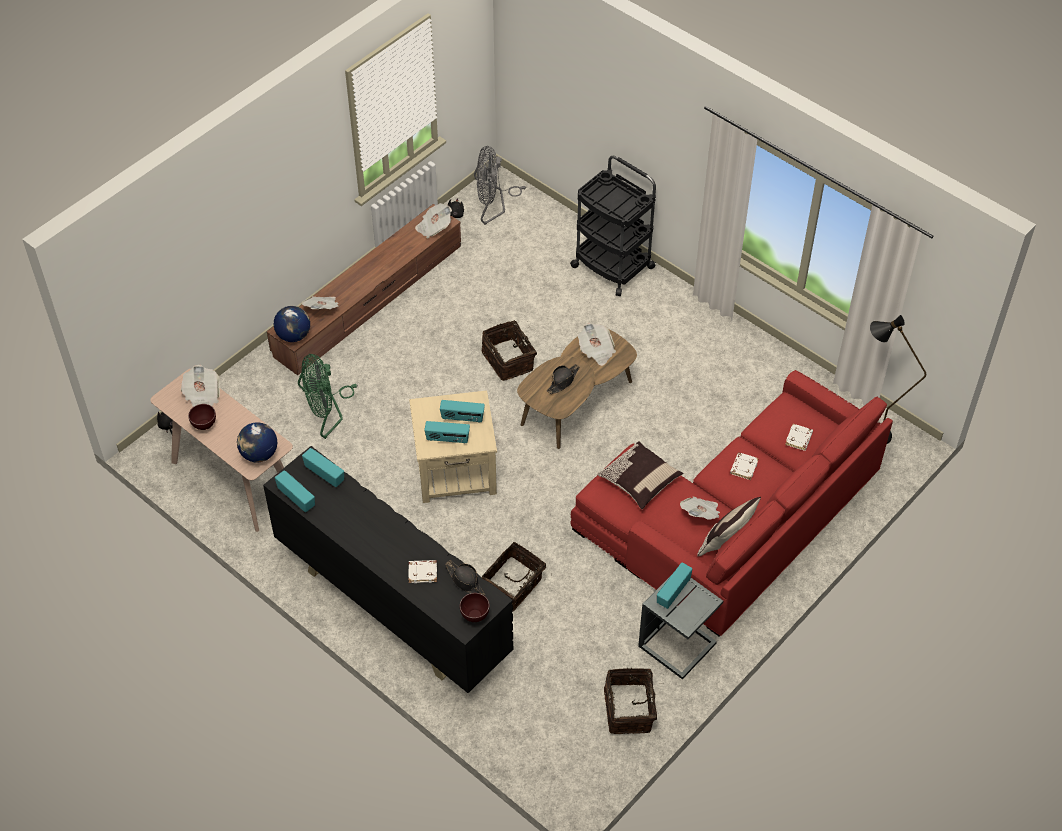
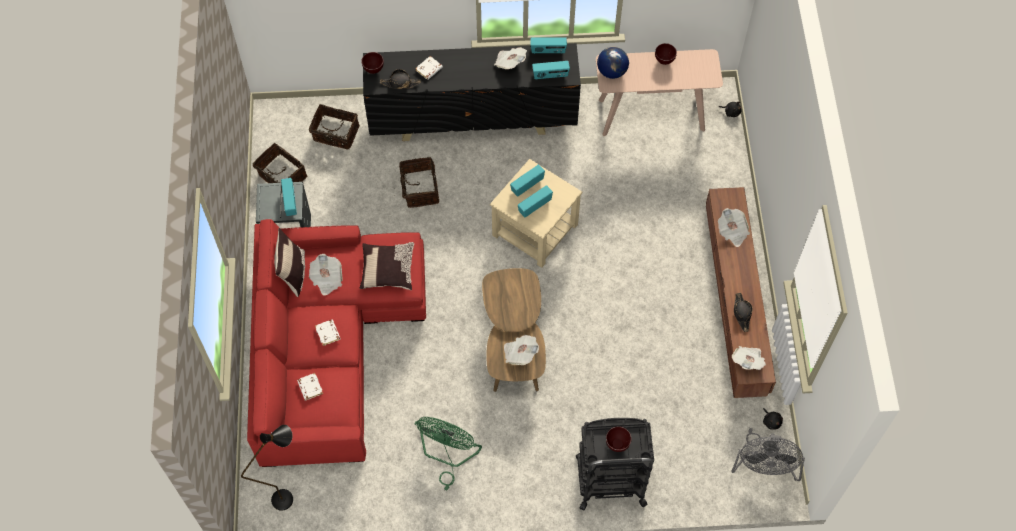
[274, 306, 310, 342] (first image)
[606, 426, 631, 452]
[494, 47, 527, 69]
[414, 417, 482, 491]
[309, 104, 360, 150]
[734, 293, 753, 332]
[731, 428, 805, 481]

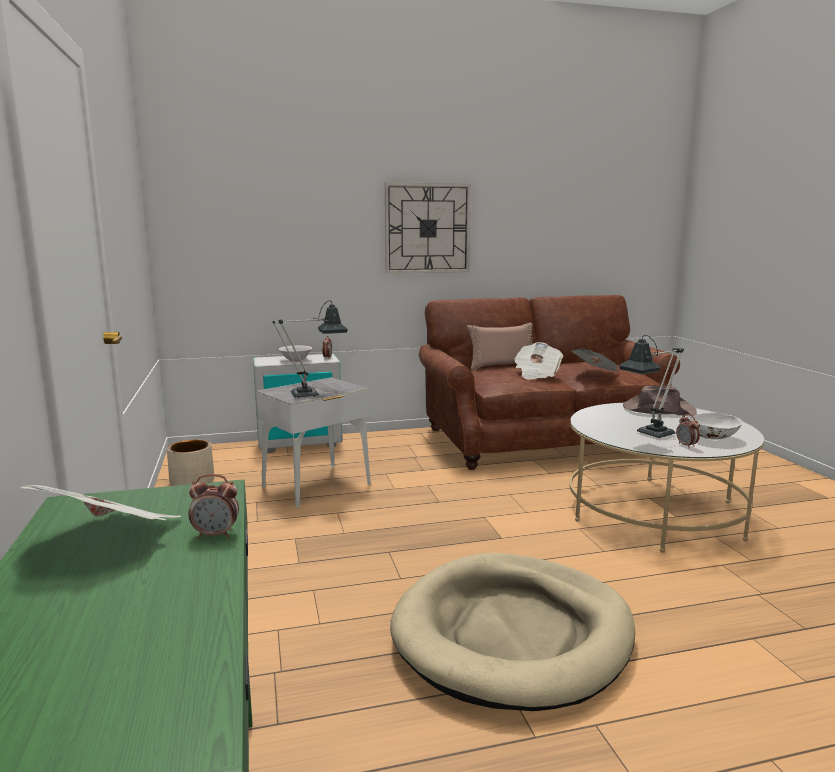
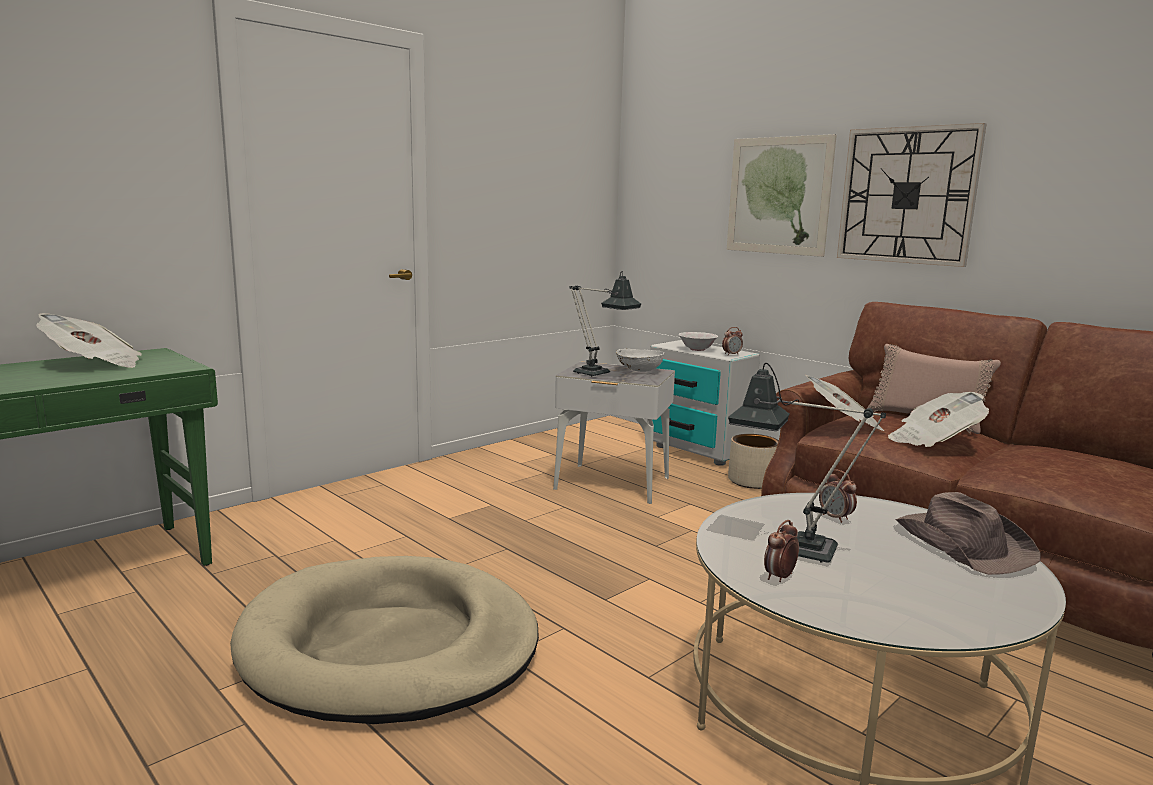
[727, 134, 837, 257]
[728, 434, 779, 489]
[819, 469, 857, 523]
[805, 375, 884, 431]
[616, 349, 664, 372]

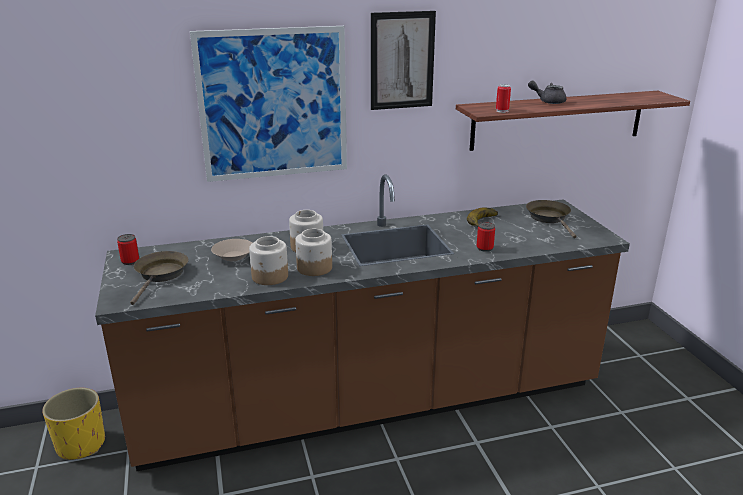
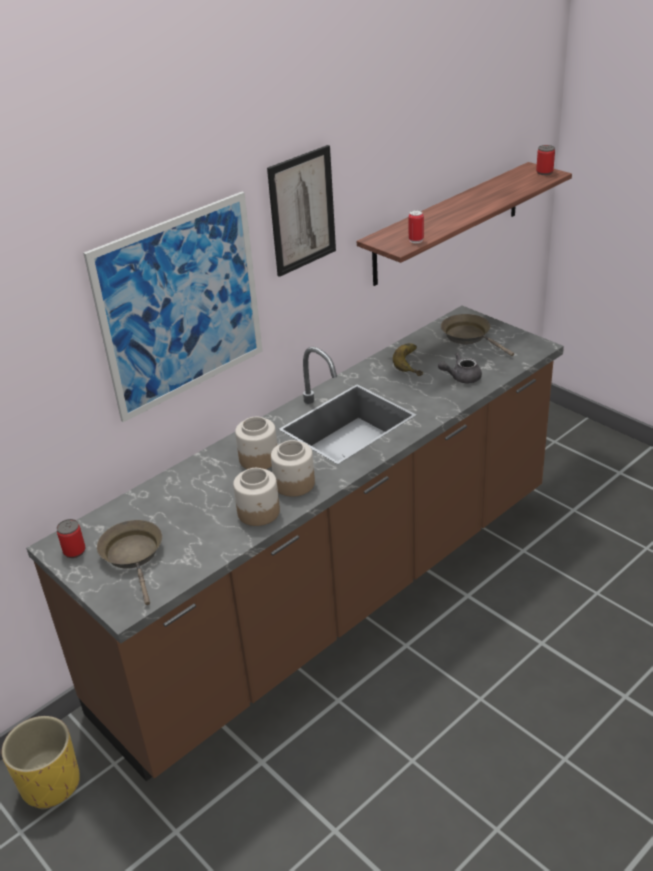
[211, 239, 252, 261] (first image)
[536, 145, 555, 175]
[438, 353, 482, 383]

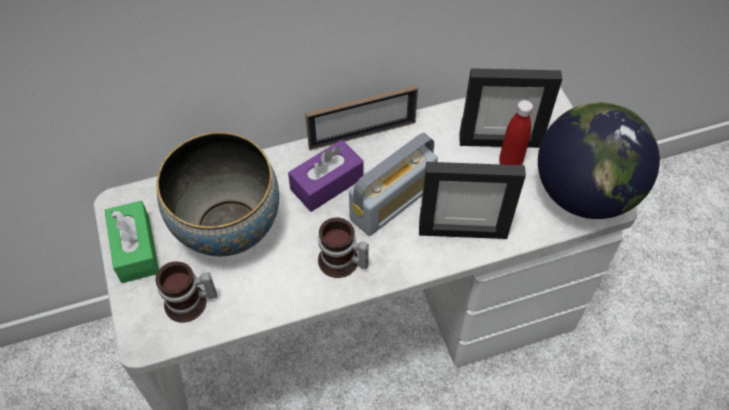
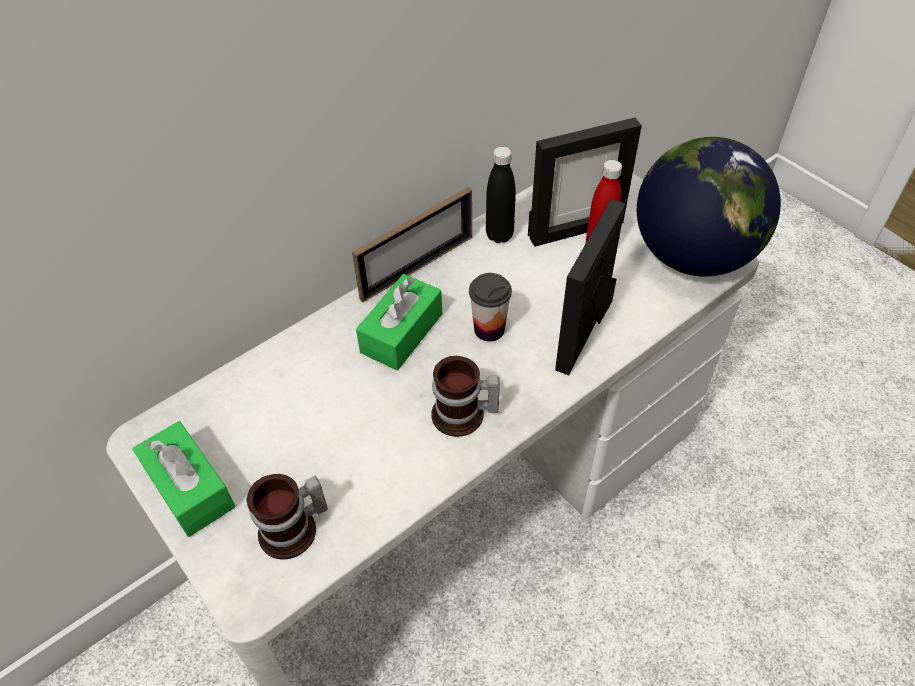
[156, 132, 279, 256] (first image)
[486, 147, 516, 243]
[469, 273, 512, 342]
[356, 274, 442, 370]
[555, 199, 626, 375]

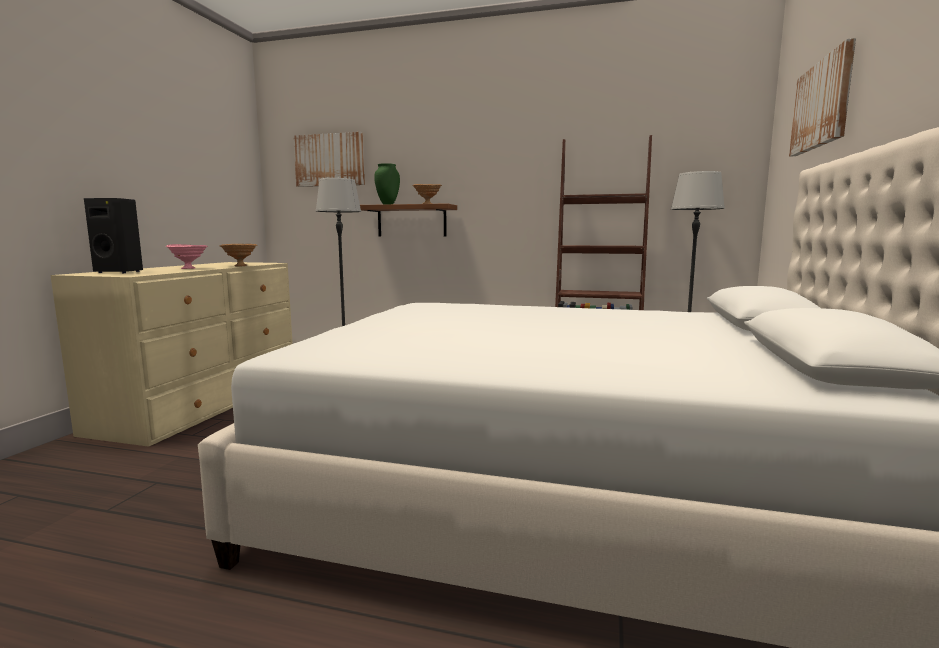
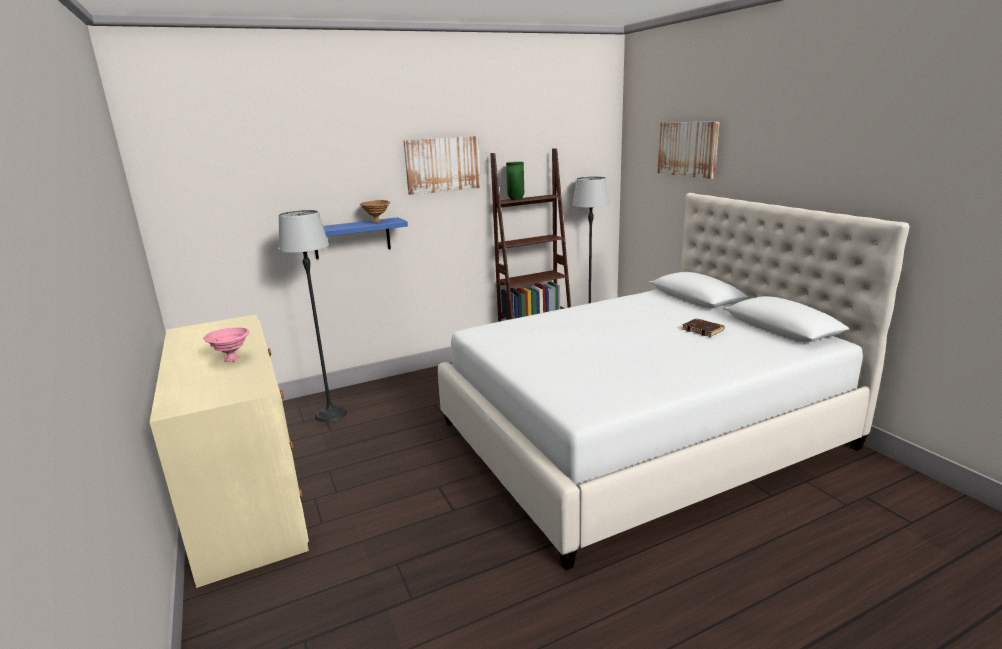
[84, 198, 143, 273] (first image)
[220, 244, 257, 266] (first image)
[682, 318, 725, 337]
[403, 136, 481, 195]
[506, 162, 524, 200]
[315, 217, 408, 259]

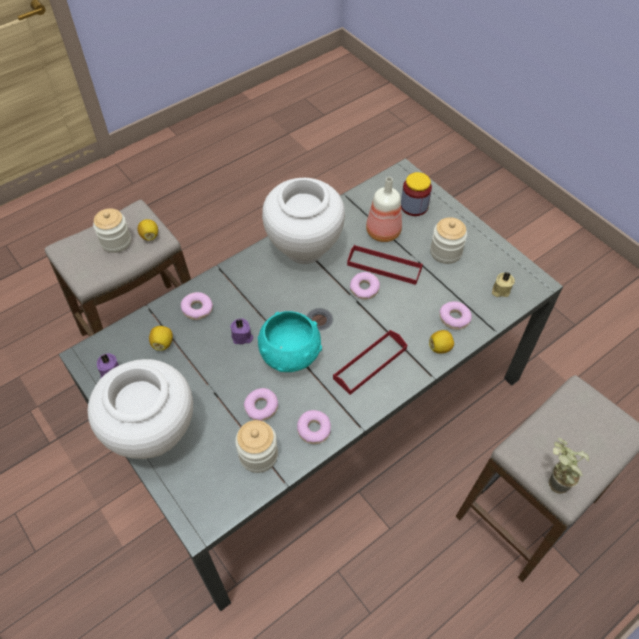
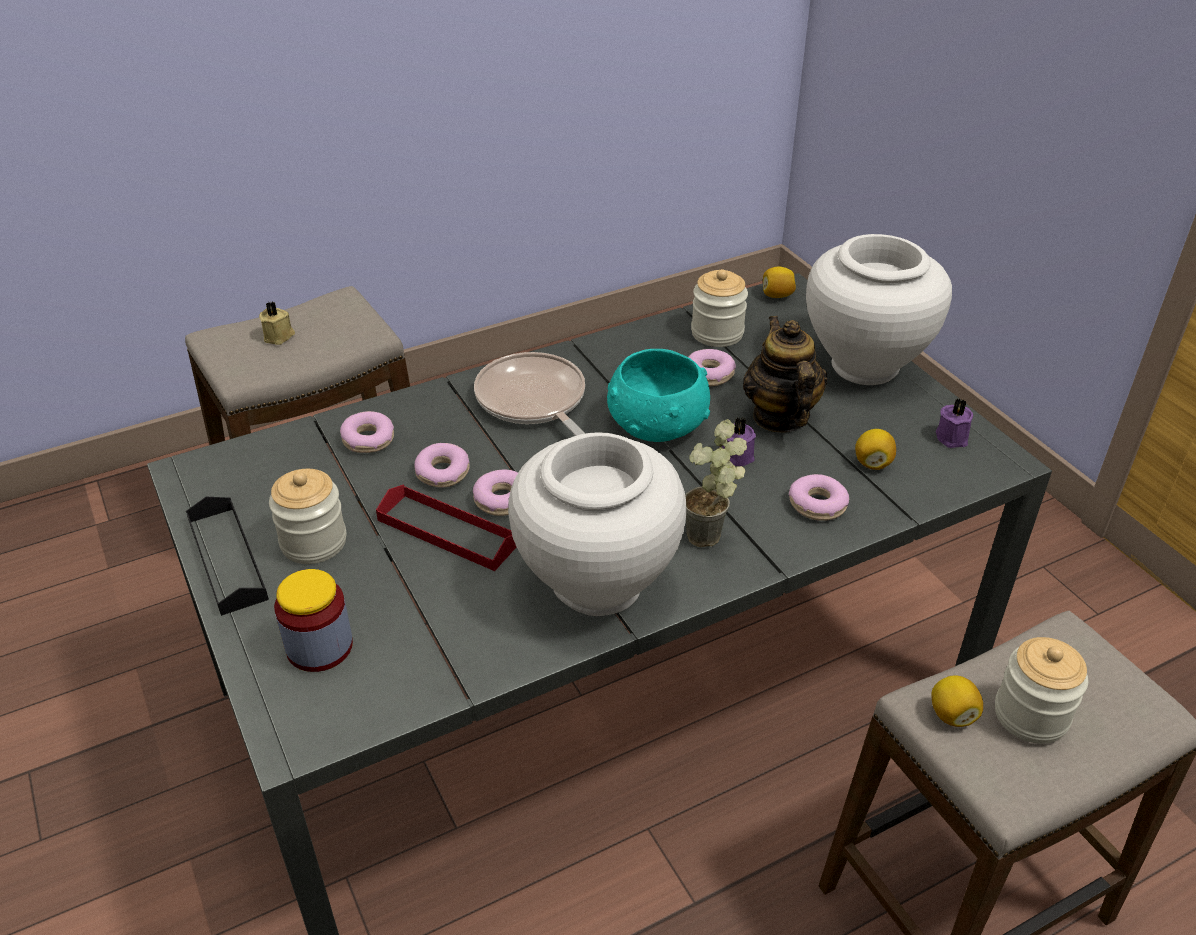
[366, 177, 402, 242] (first image)
[186, 497, 269, 616]
[743, 316, 827, 432]
[415, 443, 470, 488]
[763, 266, 796, 298]
[259, 302, 295, 345]
[685, 419, 747, 547]
[474, 352, 585, 436]

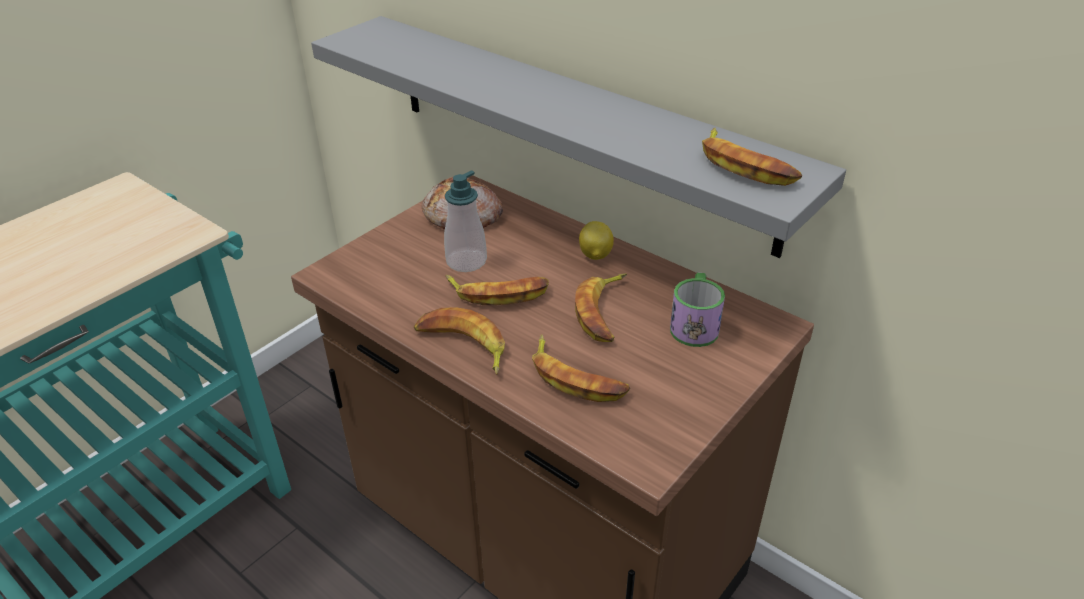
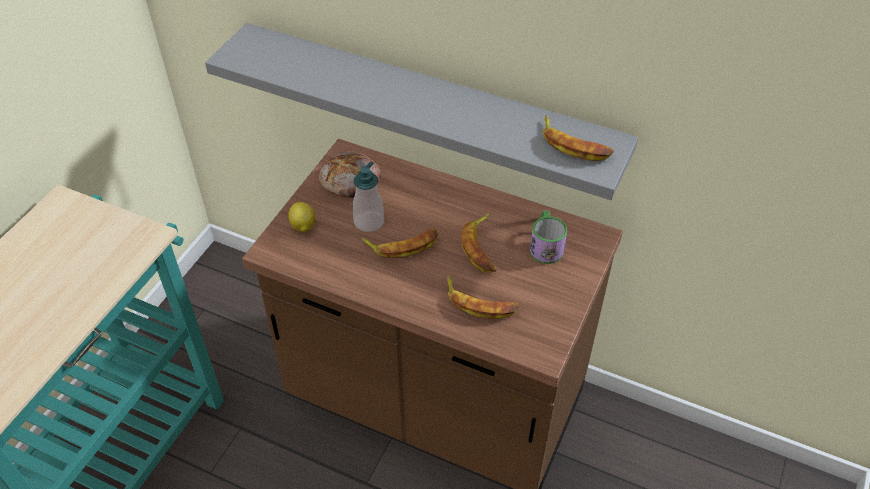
[414, 307, 505, 375] (first image)
[288, 202, 315, 232]

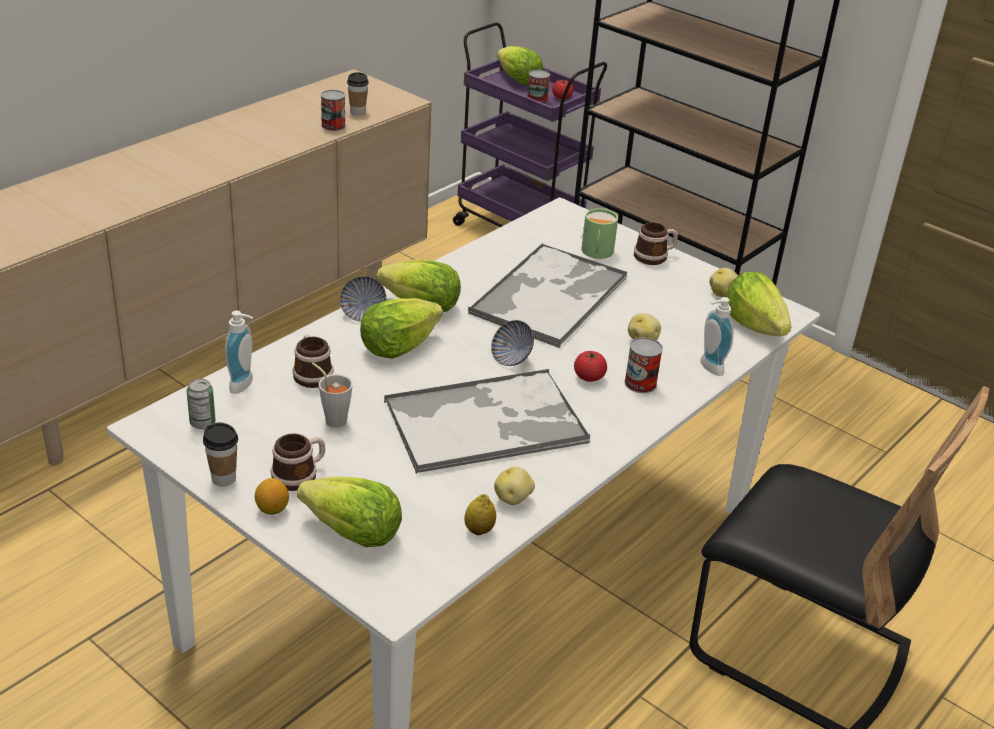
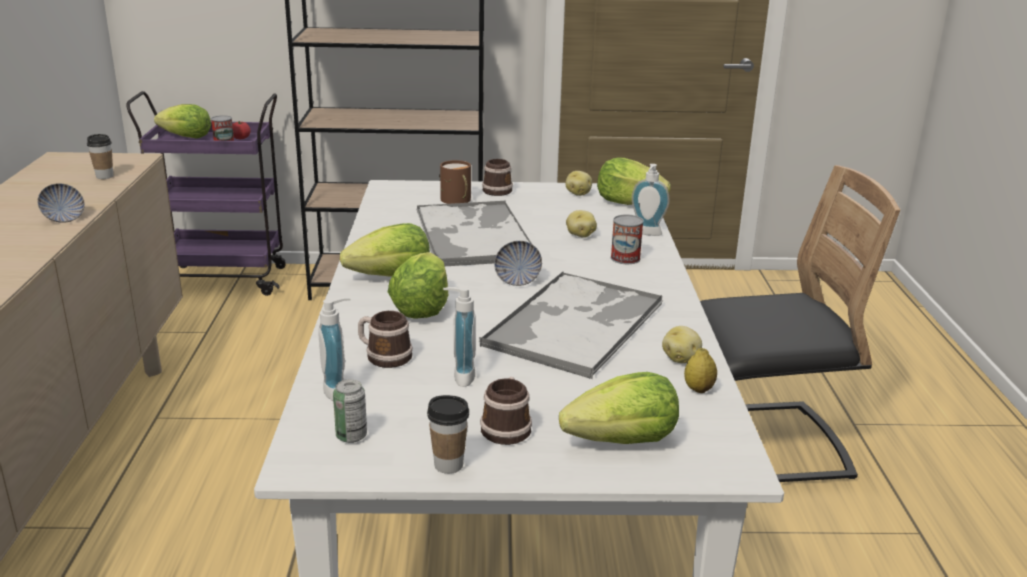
[255, 478, 289, 515] (first image)
[321, 90, 346, 131] (first image)
[574, 351, 607, 382] (first image)
[38, 183, 85, 223]
[443, 286, 476, 387]
[439, 160, 471, 204]

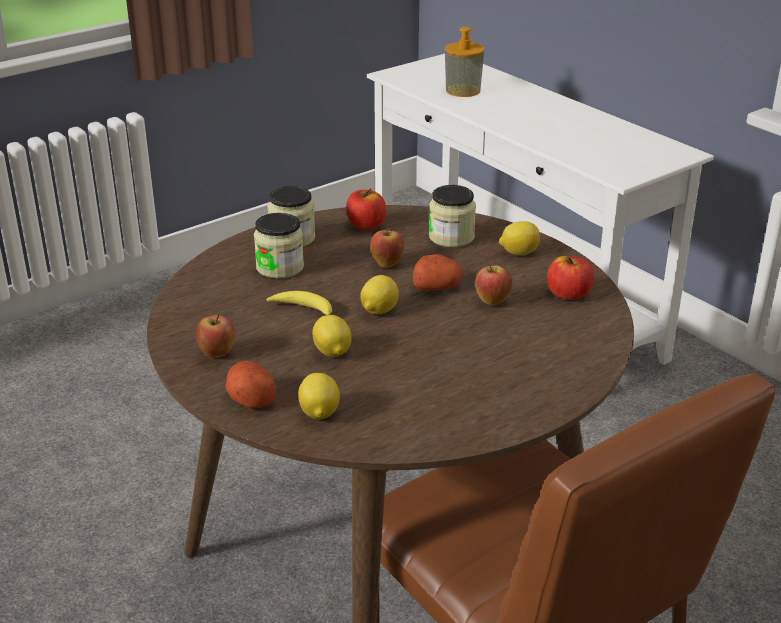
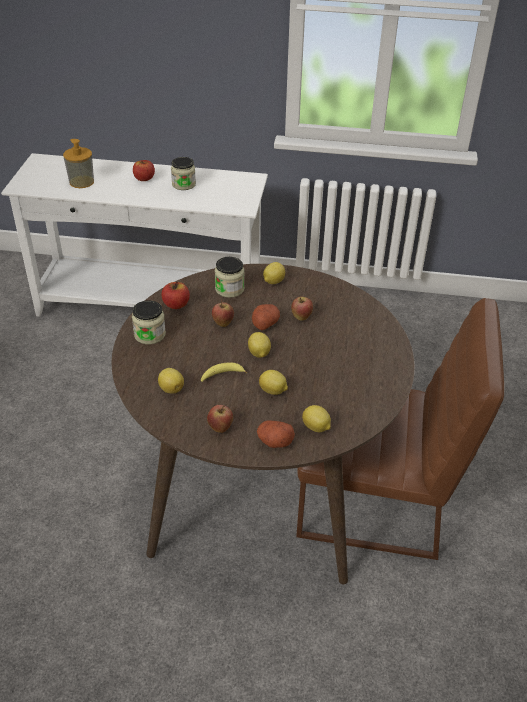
[158, 368, 184, 394]
[171, 157, 196, 190]
[133, 160, 155, 181]

